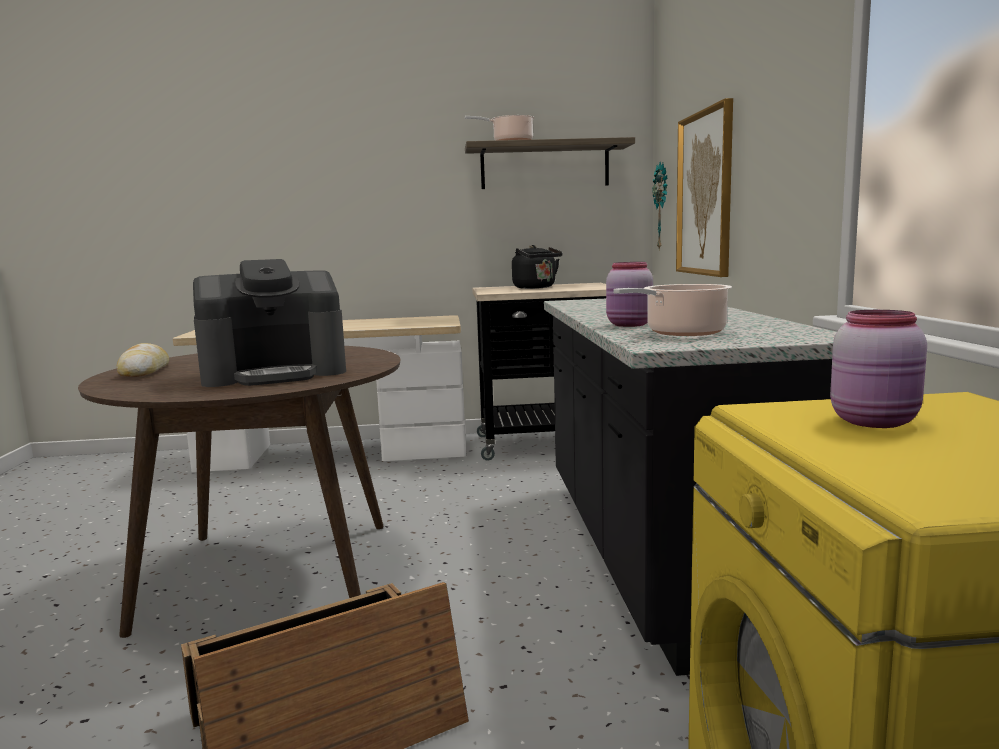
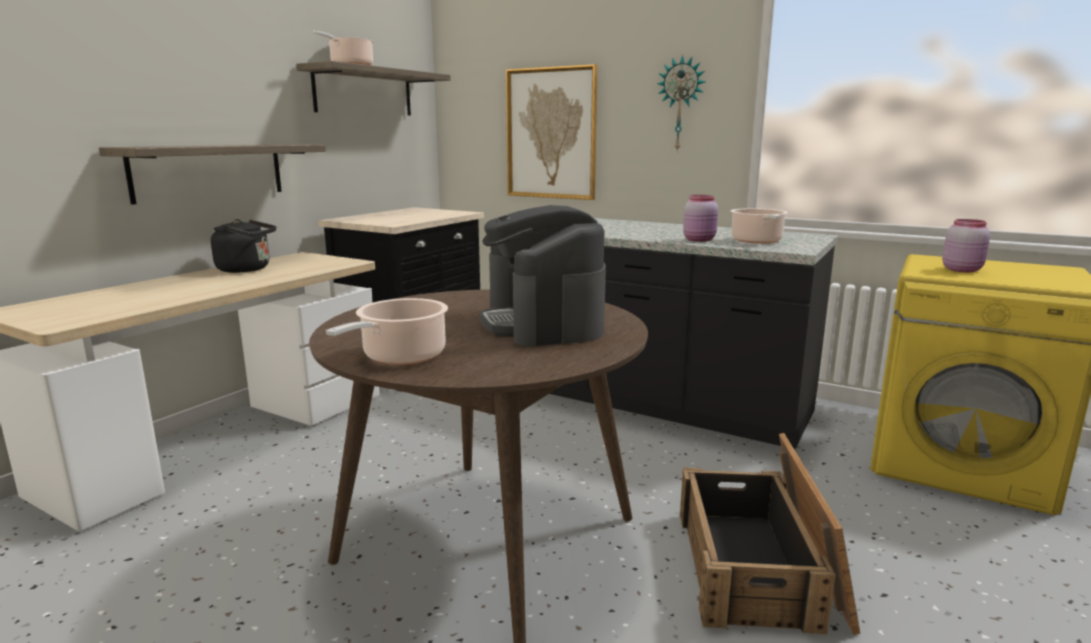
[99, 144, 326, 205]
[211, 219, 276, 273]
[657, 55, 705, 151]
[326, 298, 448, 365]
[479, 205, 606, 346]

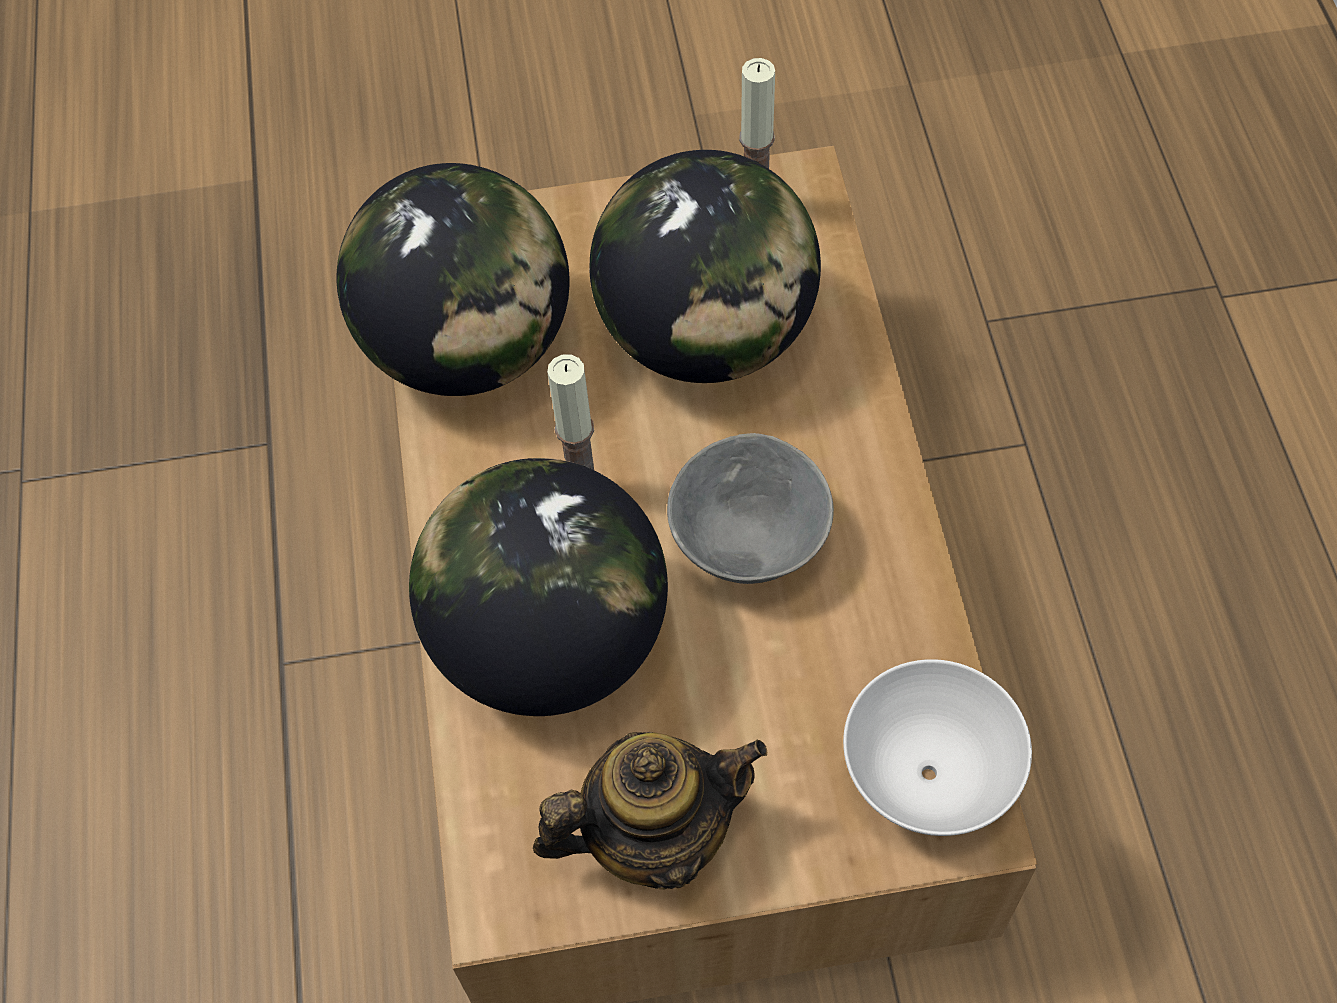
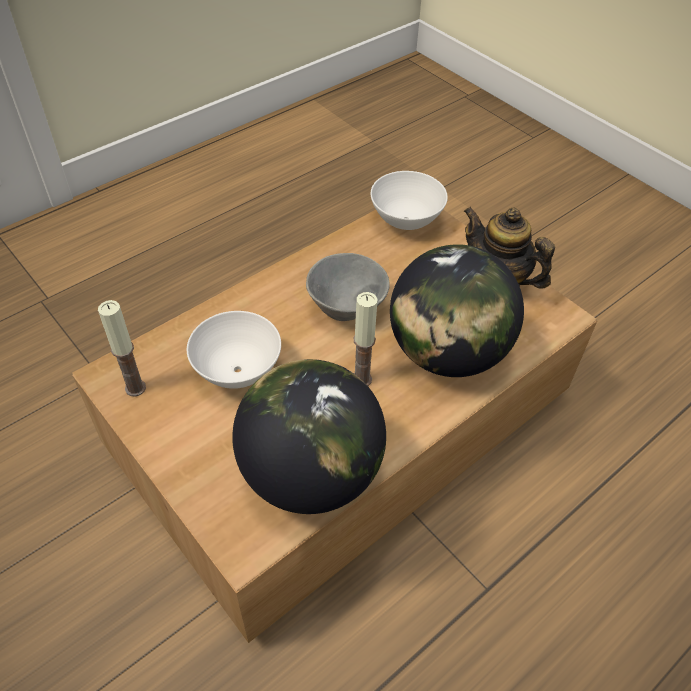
[187, 311, 281, 389]

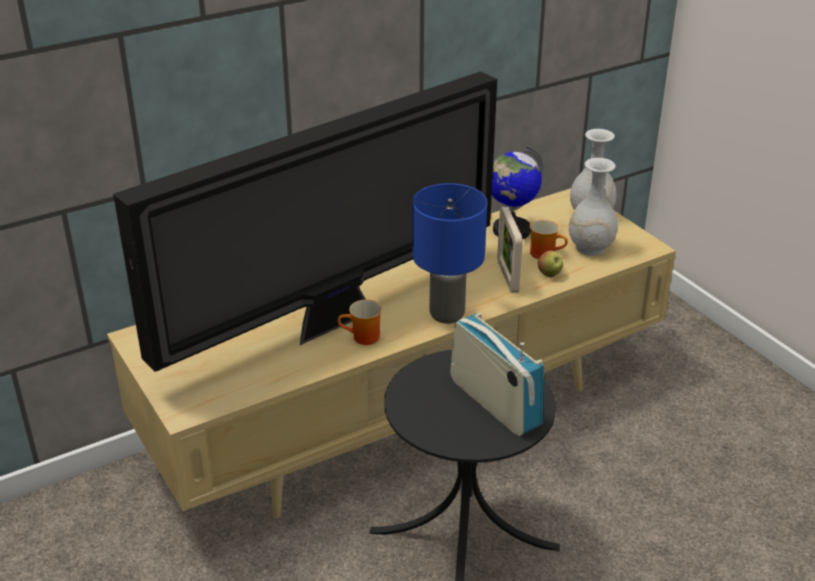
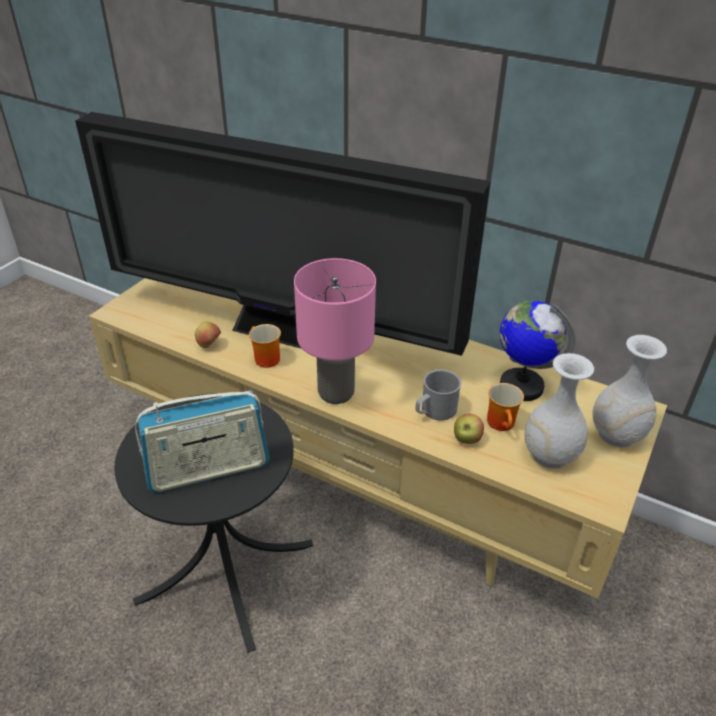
[195, 322, 221, 348]
[415, 369, 461, 421]
[294, 258, 376, 404]
[135, 390, 270, 493]

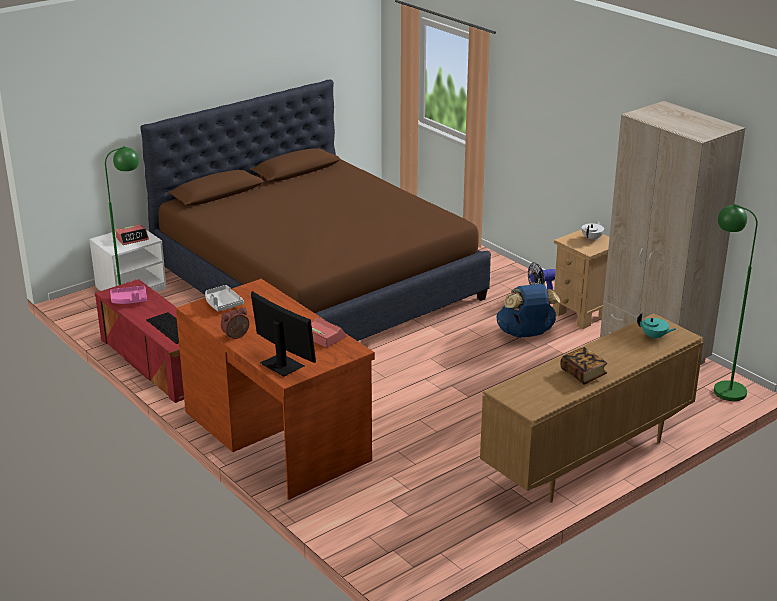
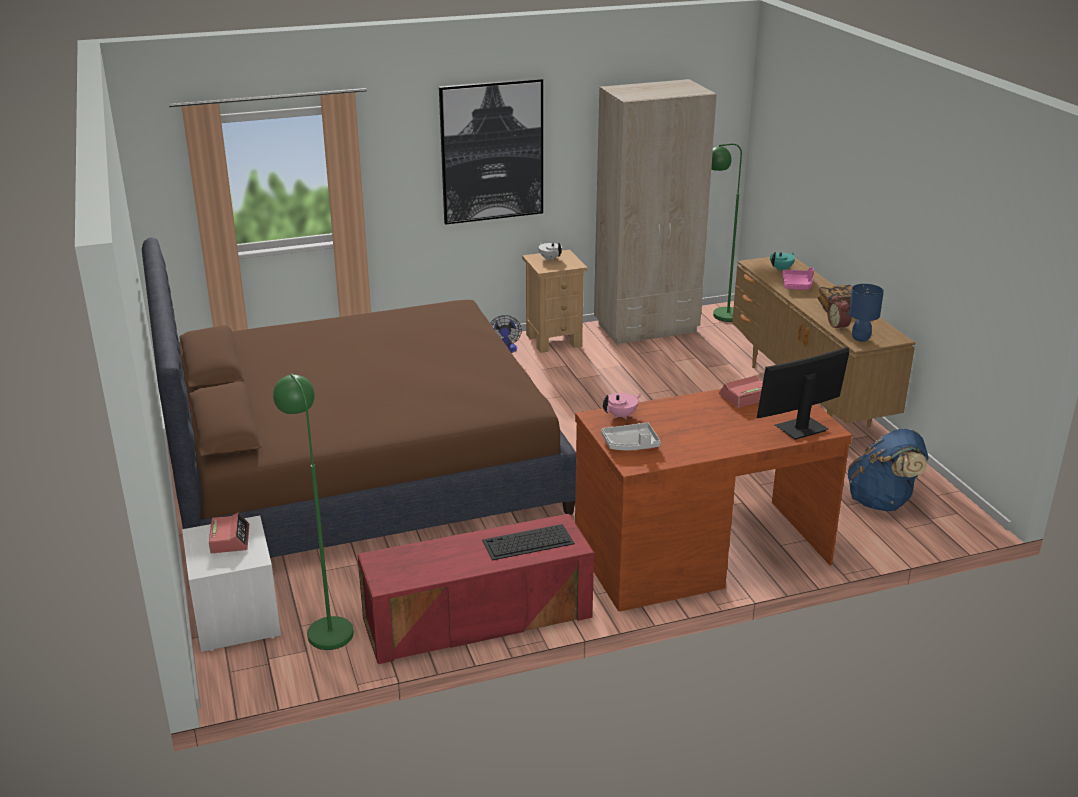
[439, 78, 543, 225]
[603, 393, 642, 419]
[849, 284, 884, 342]
[782, 267, 814, 290]
[827, 295, 852, 331]
[848, 429, 929, 511]

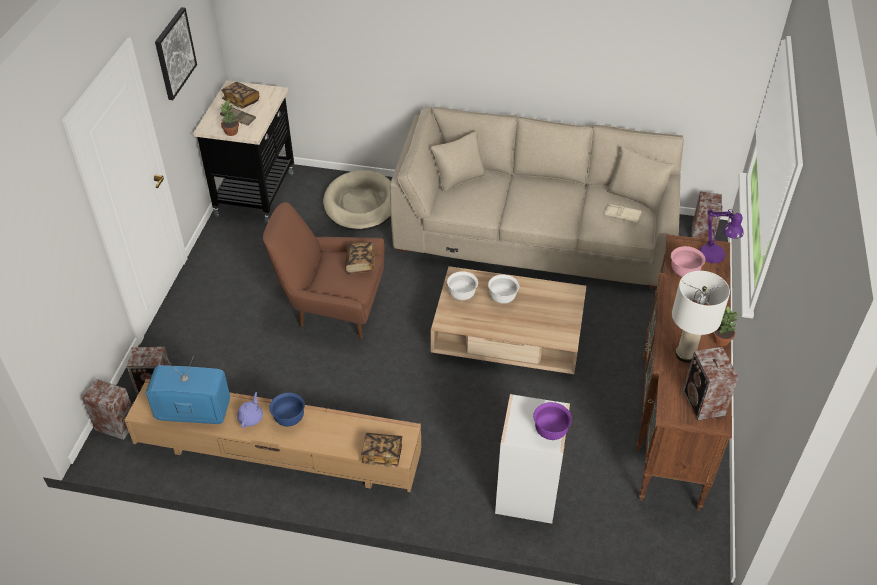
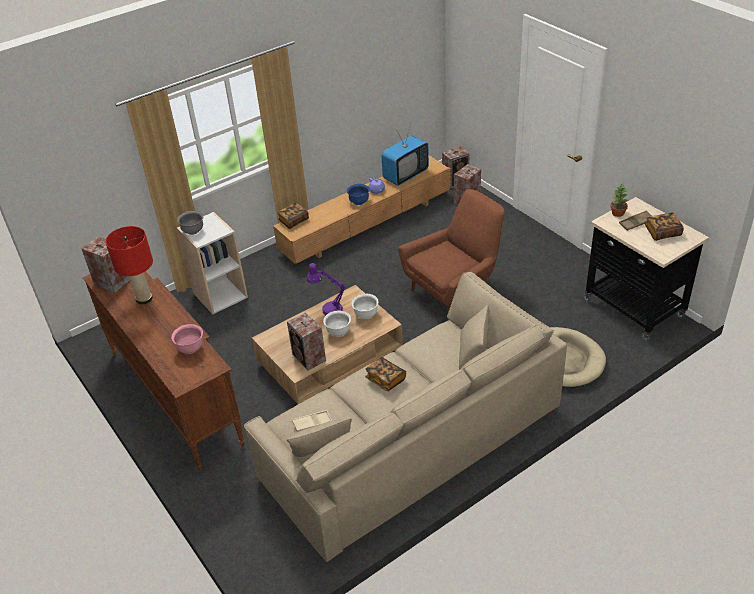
[155, 7, 197, 100] (first image)
[713, 307, 740, 346] (first image)
[365, 357, 406, 391]
[287, 312, 326, 370]
[306, 263, 346, 315]
[177, 211, 204, 235]
[105, 226, 153, 304]

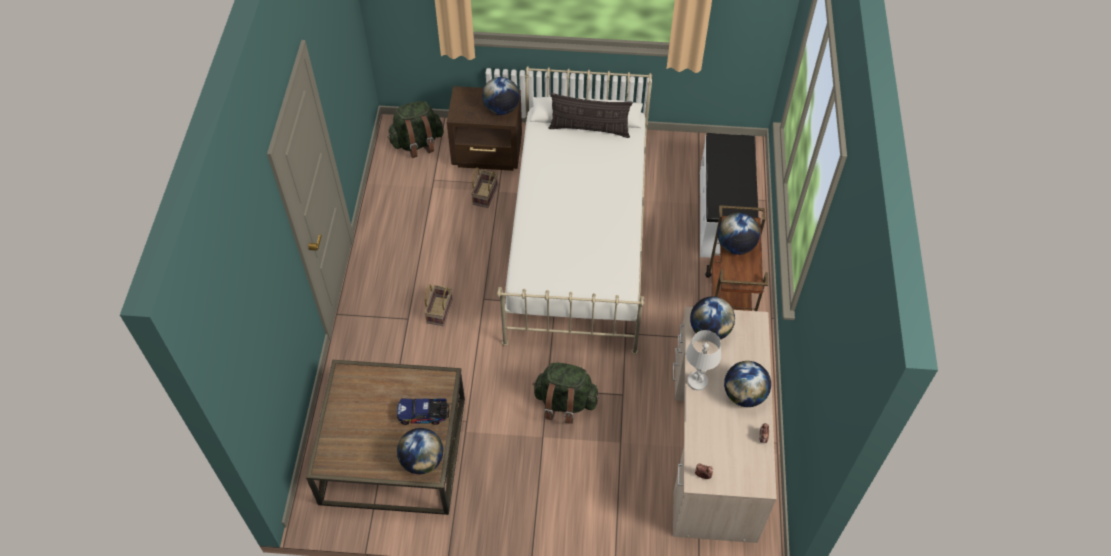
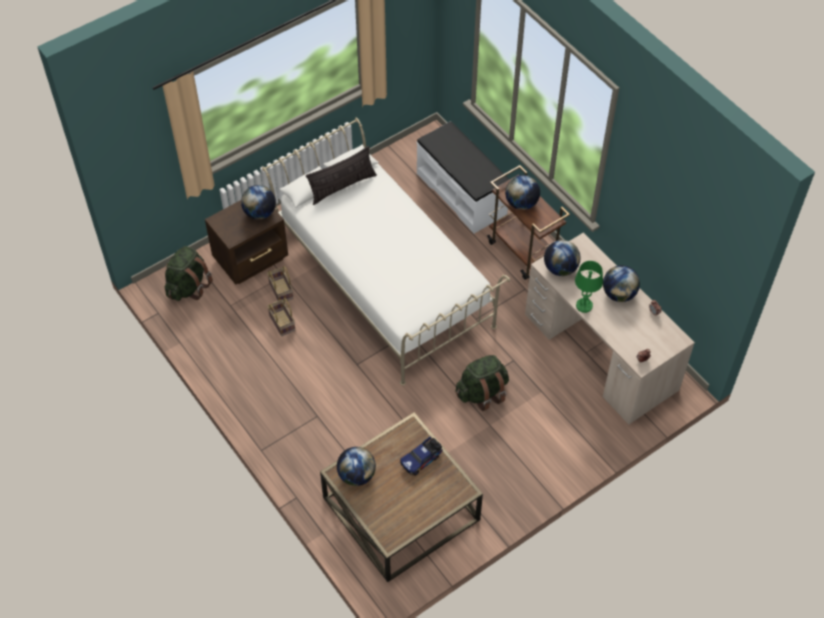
[337, 447, 376, 486]
[267, 298, 295, 337]
[575, 261, 603, 313]

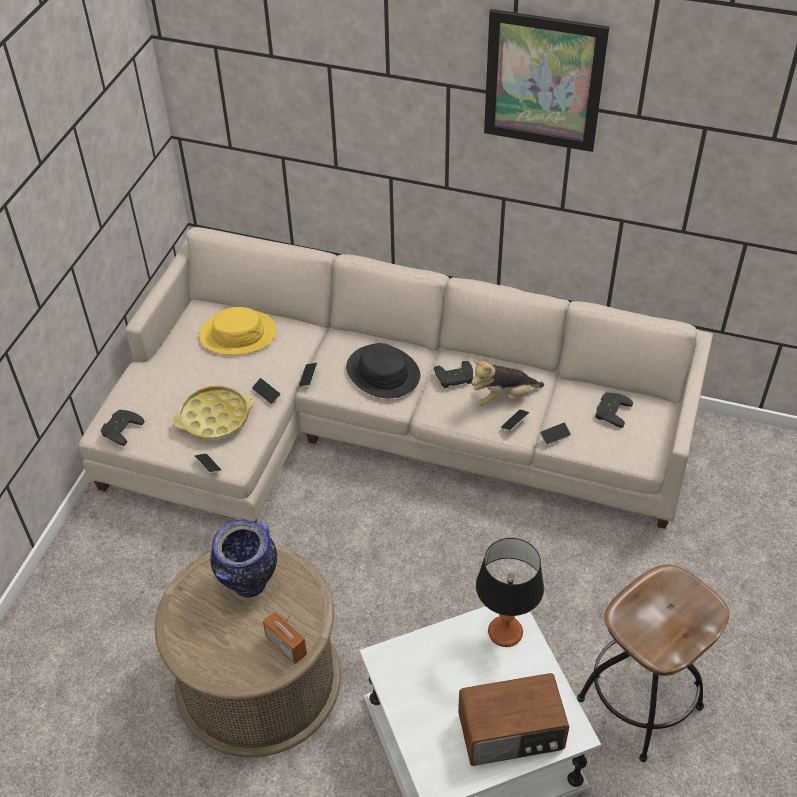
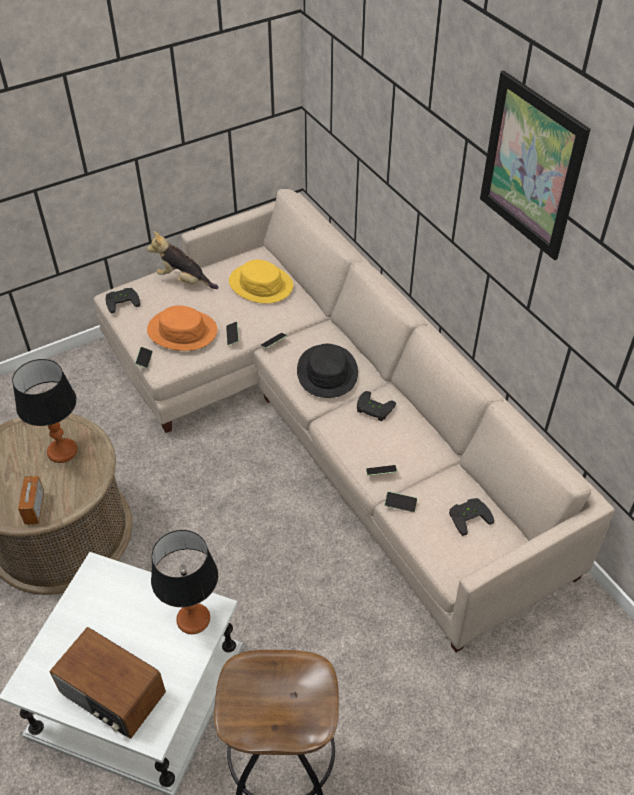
[147, 231, 219, 289]
[147, 306, 217, 351]
[12, 359, 78, 463]

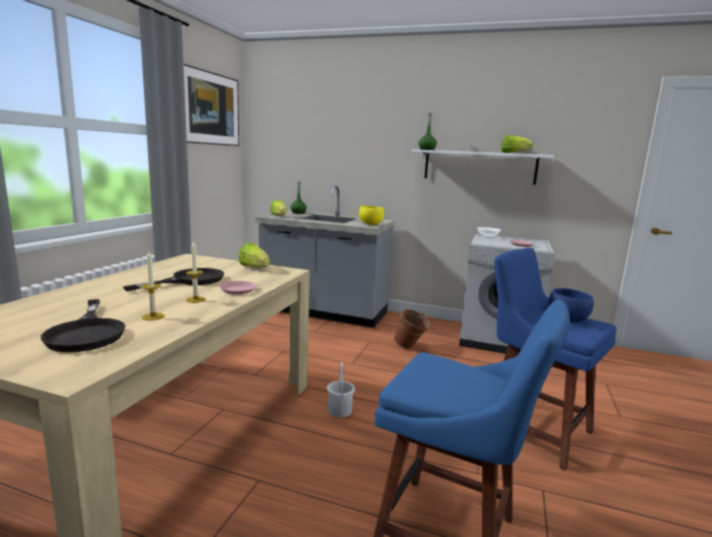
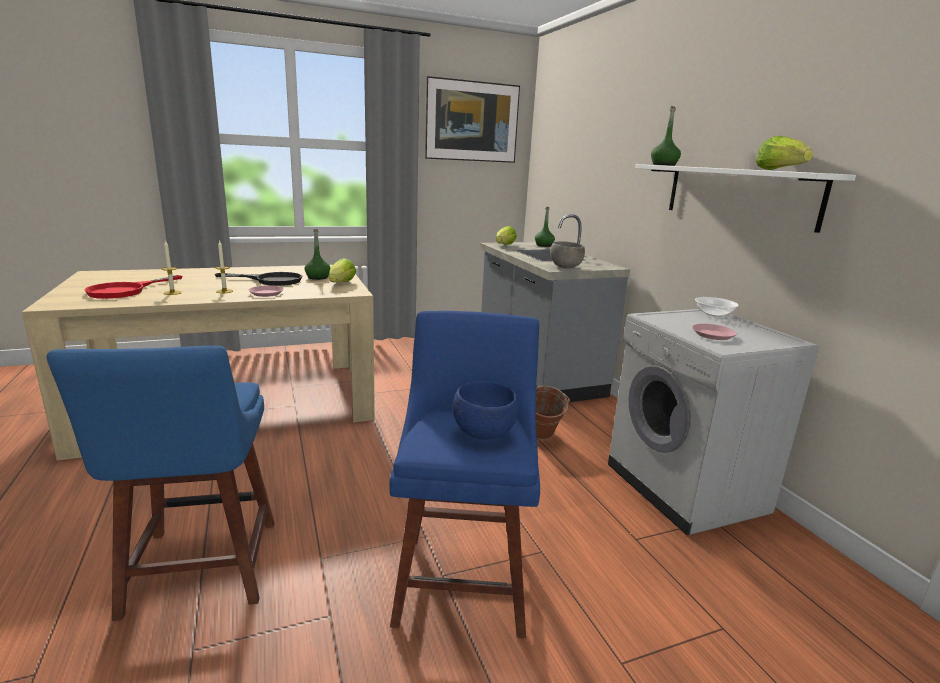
[327, 362, 355, 418] (first image)
[305, 229, 330, 280]
[84, 275, 182, 299]
[550, 241, 585, 269]

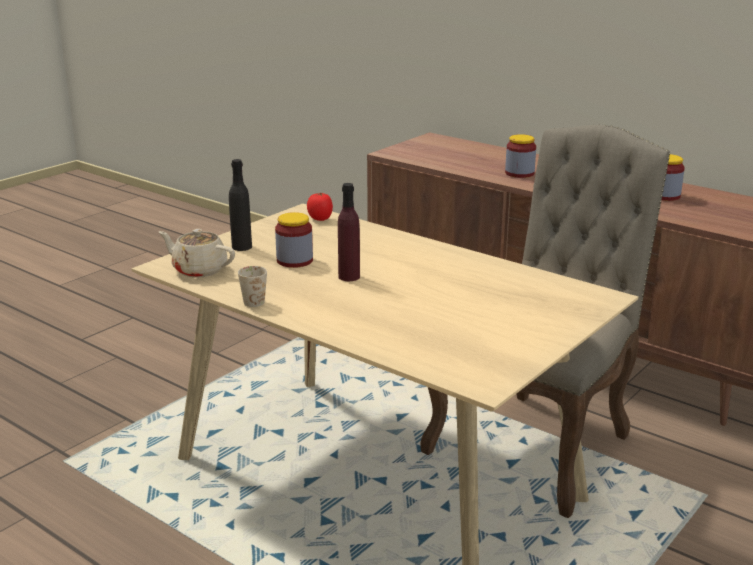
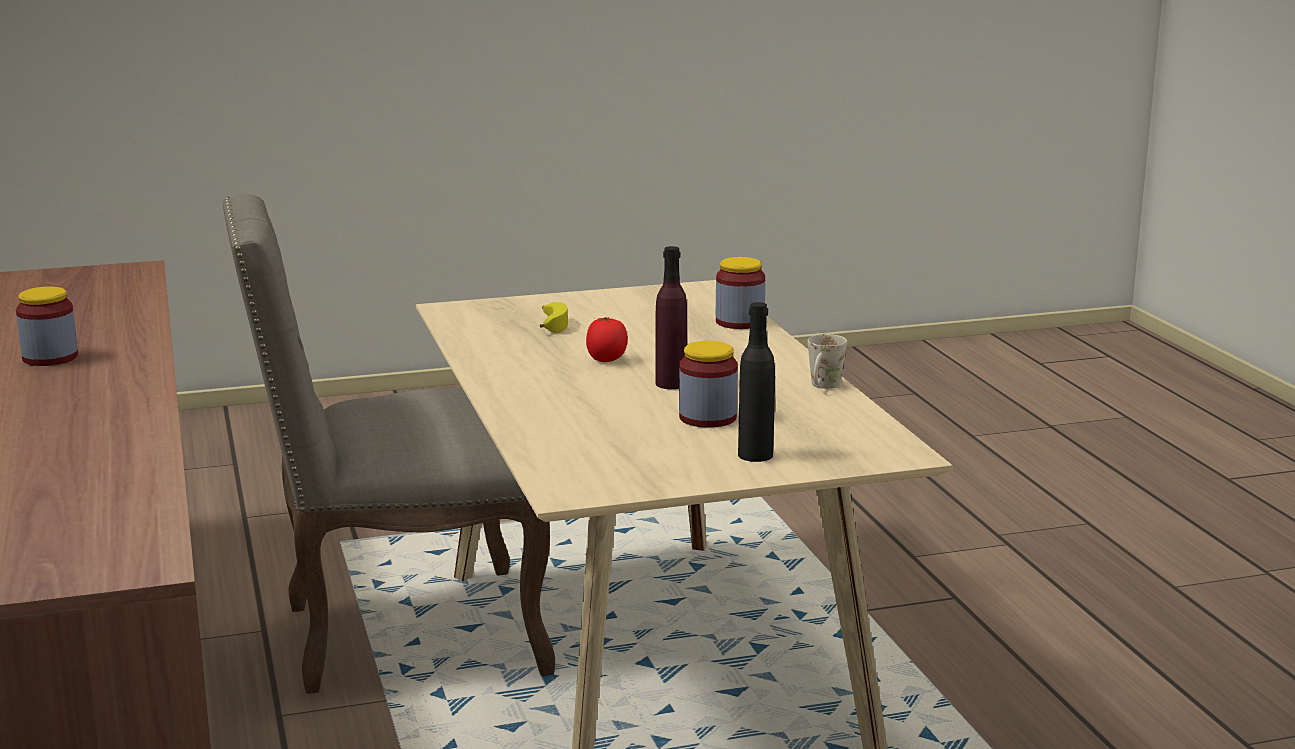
[158, 229, 235, 278] (first image)
[540, 302, 568, 333]
[586, 317, 628, 362]
[716, 257, 765, 329]

